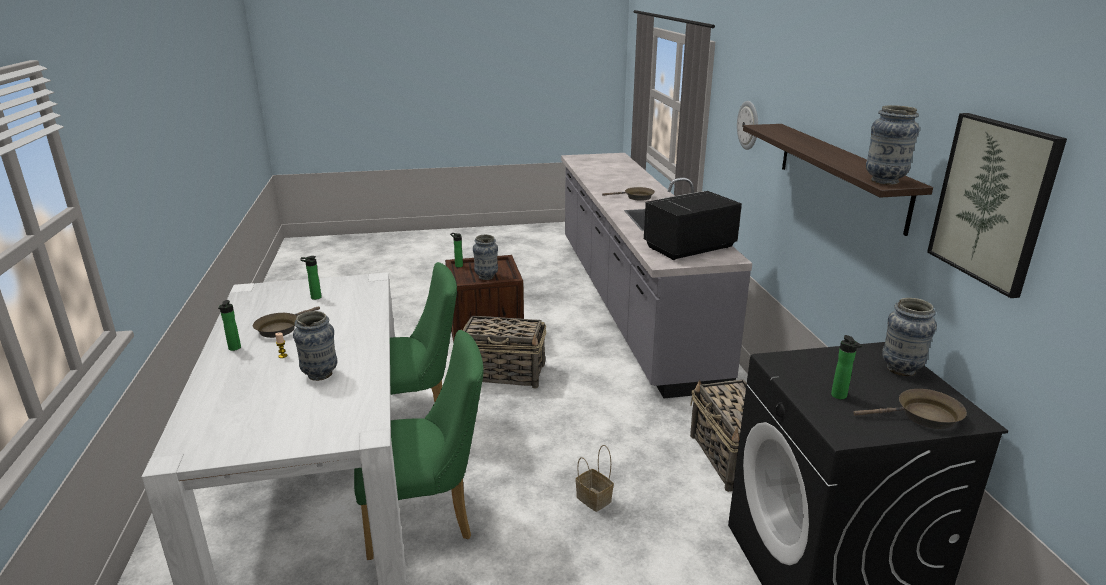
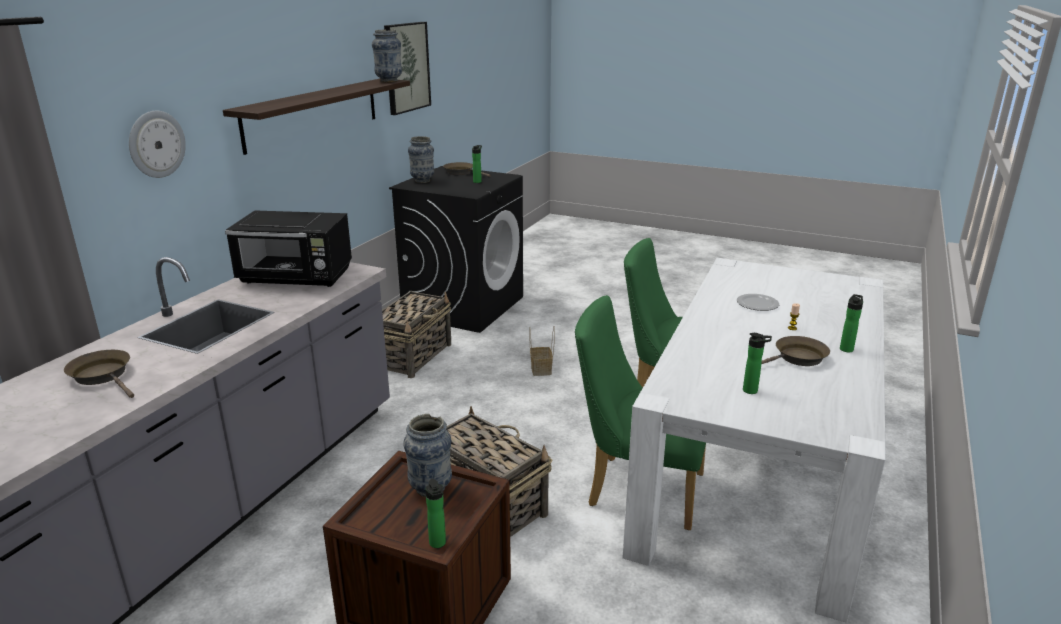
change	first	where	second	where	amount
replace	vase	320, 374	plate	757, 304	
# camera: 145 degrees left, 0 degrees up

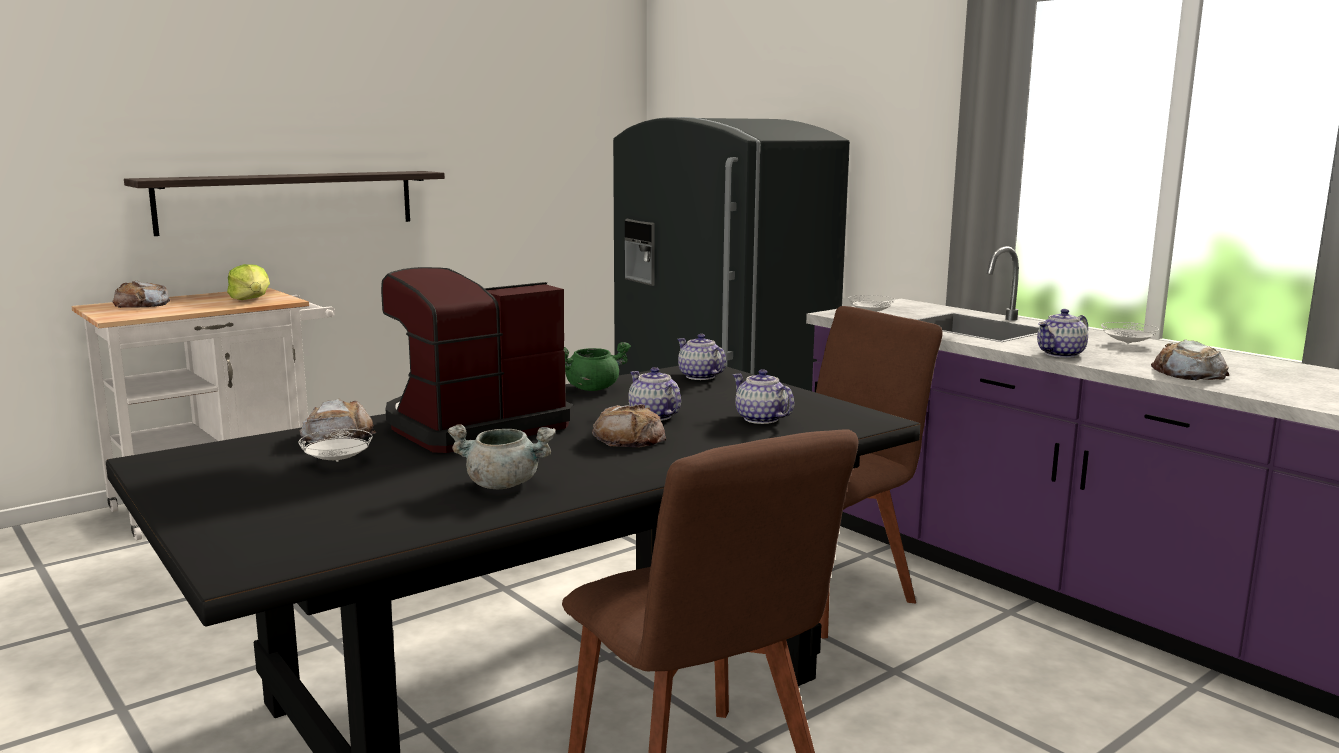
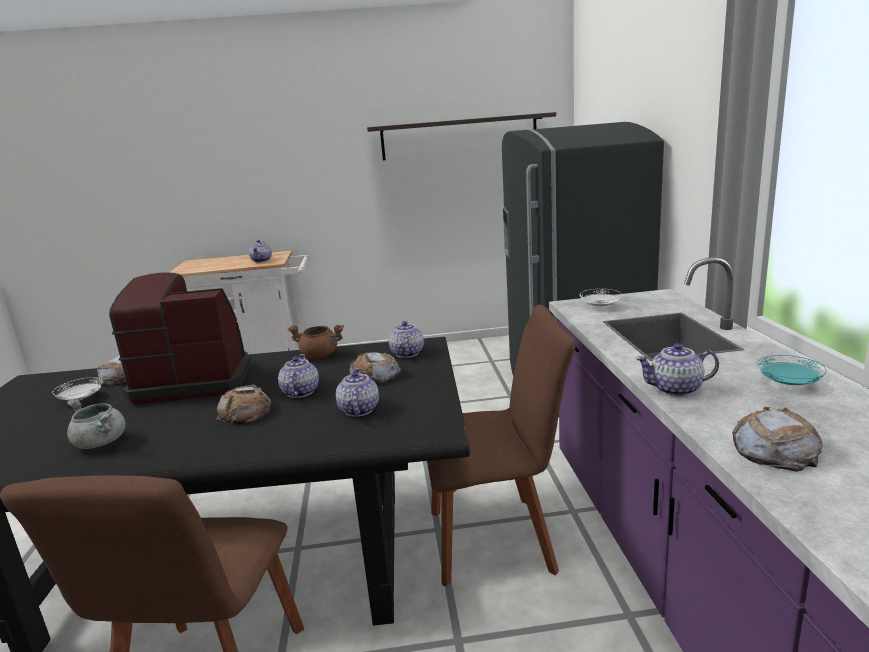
change	first	where	second	where	amount
move	bread	142, 304		375, 375	
move	shelf	289, 201		459, 137	
replace	lettuce	251, 299	teapot	262, 260	
recolor	green cooking pot	592, 388	brown cooking pot	320, 355	
recolor	white plate	1127, 344	turquoise plate	789, 384	
# camera: 35 degrees right, 5 degrees up

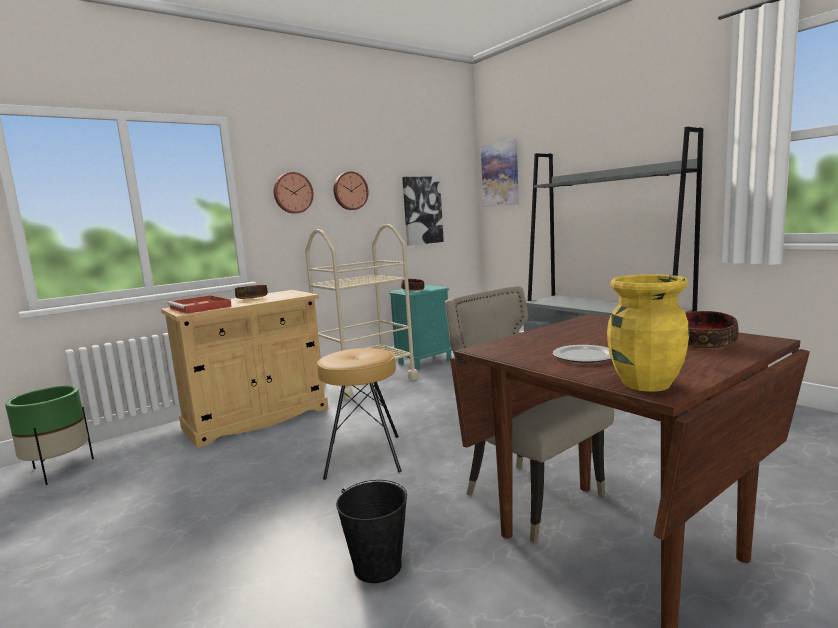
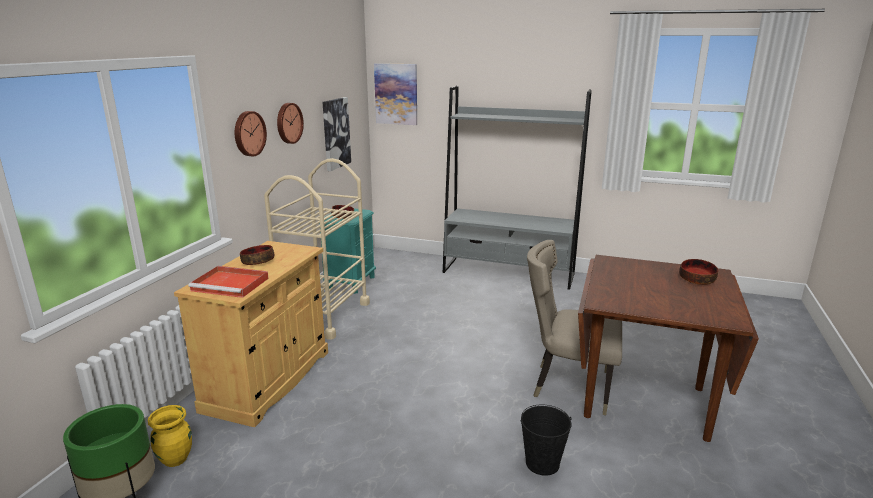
change	first	where	second	where	amount
delete	brown stool	364, 456			
delete	plate	583, 356			
move	yellow vase	646, 384		175, 459	
# camera: 35 degrees left, 10 degrees up

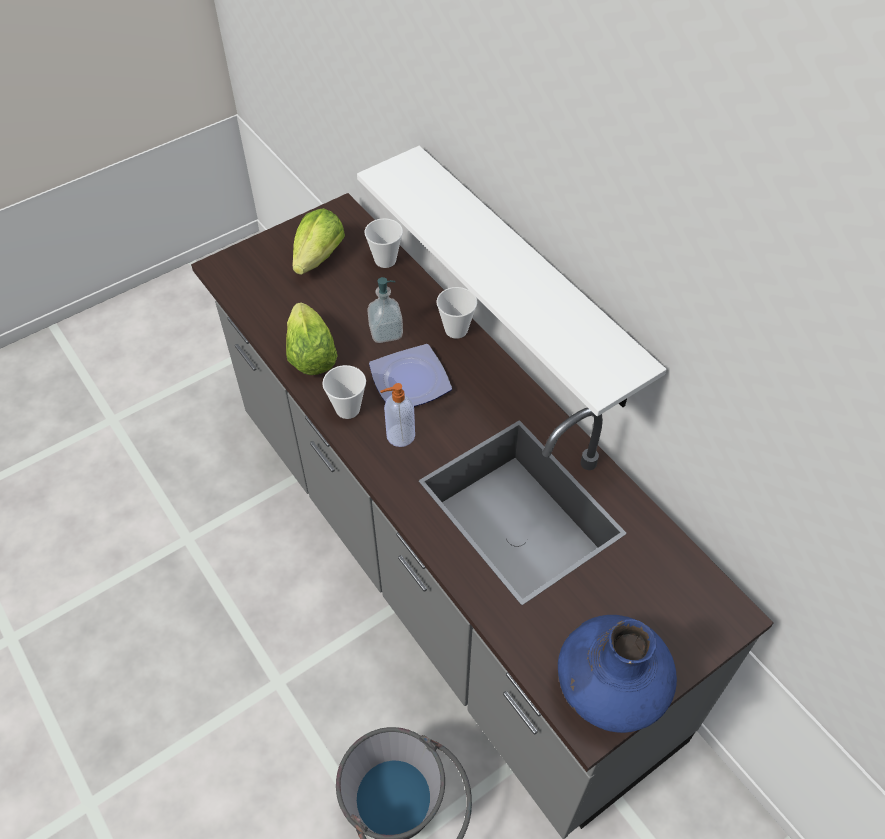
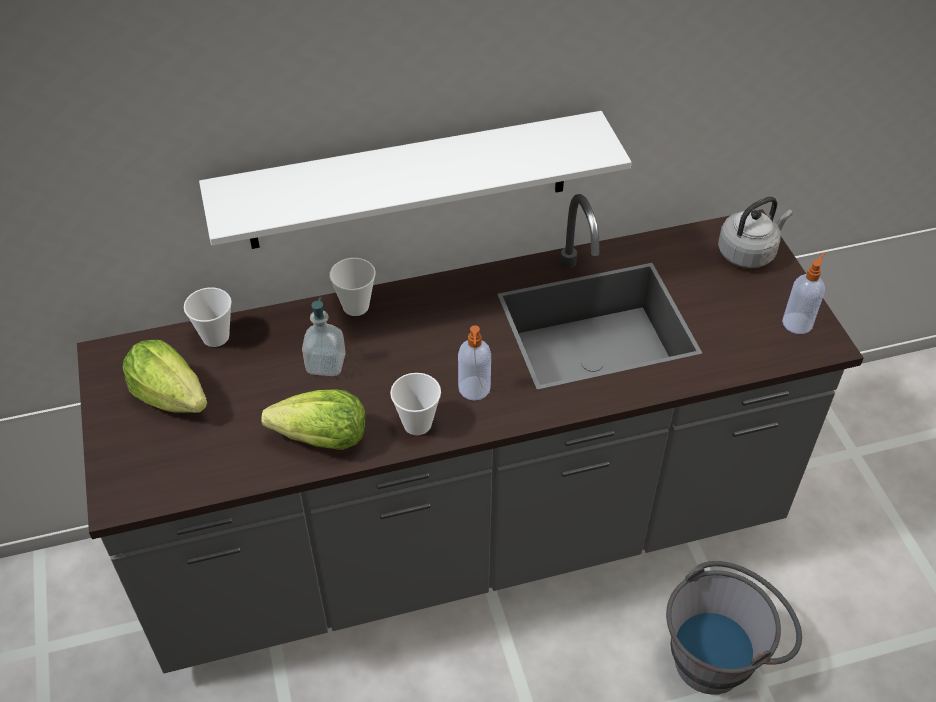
change	first	where	second	where	amount
delete	plate	408, 380			
insert			grey kettle	748, 253	
replace	blue vase	608, 689	soap dispenser	797, 322	
# camera: 70 degrees left, 5 degrees down

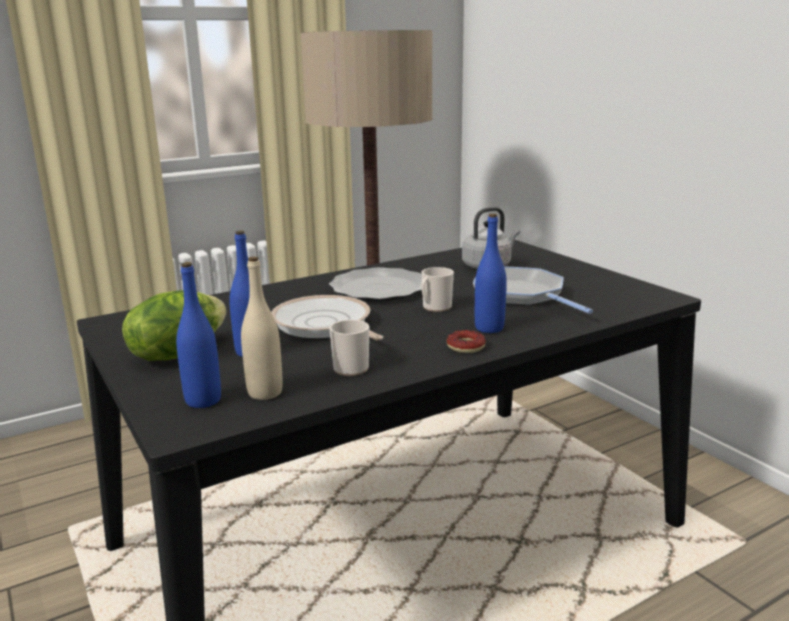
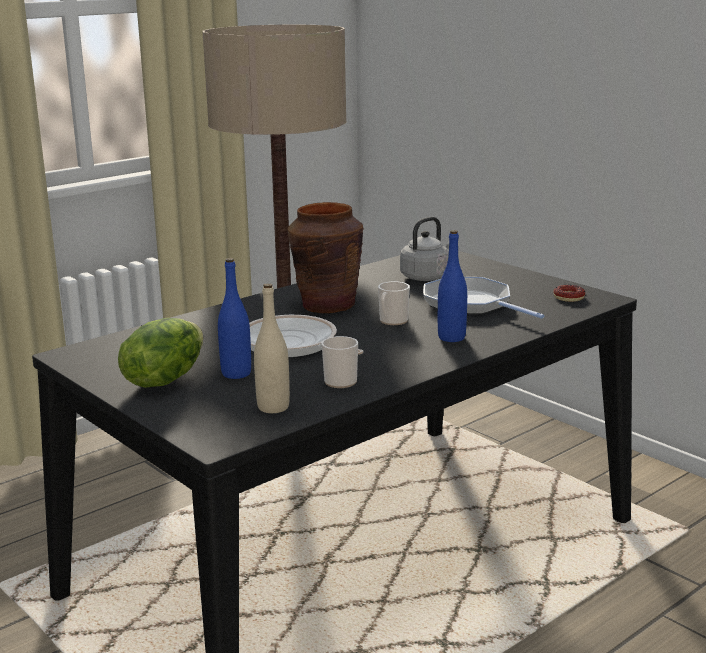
change	first	where	second	where	amount
delete	blue bottle	203, 400			
move	donut	466, 346		569, 297	
replace	plate	379, 289	brown vase	327, 306	
# camera: 10 degrees left, 0 degrees up

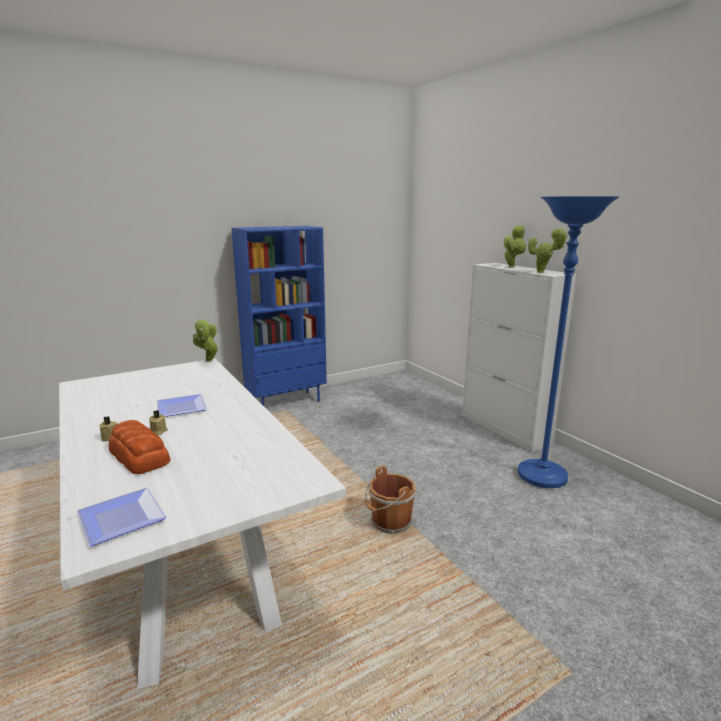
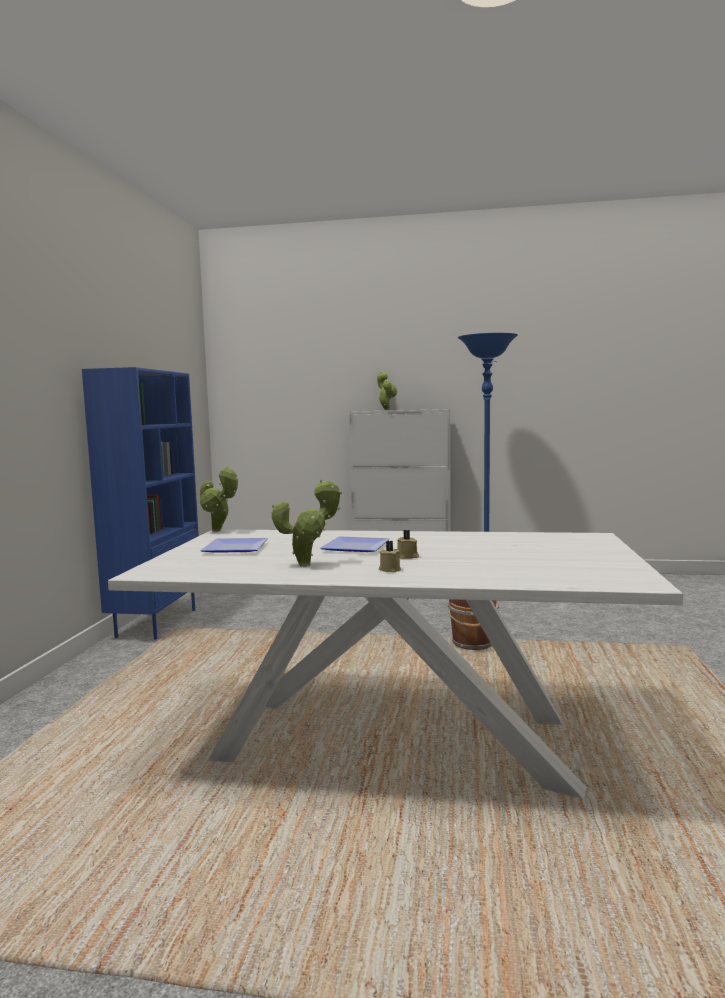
change	first	where	second	where	amount
delete	bread	139, 456			
move	plate	123, 516		234, 548	
move	potted plant	542, 272		309, 564	
# camera: 50 degrees left, 10 degrees down

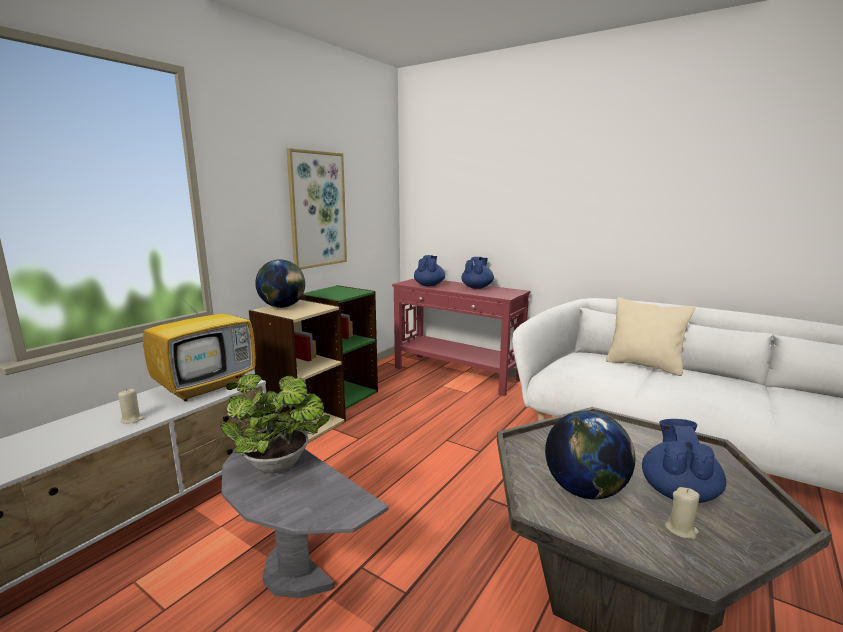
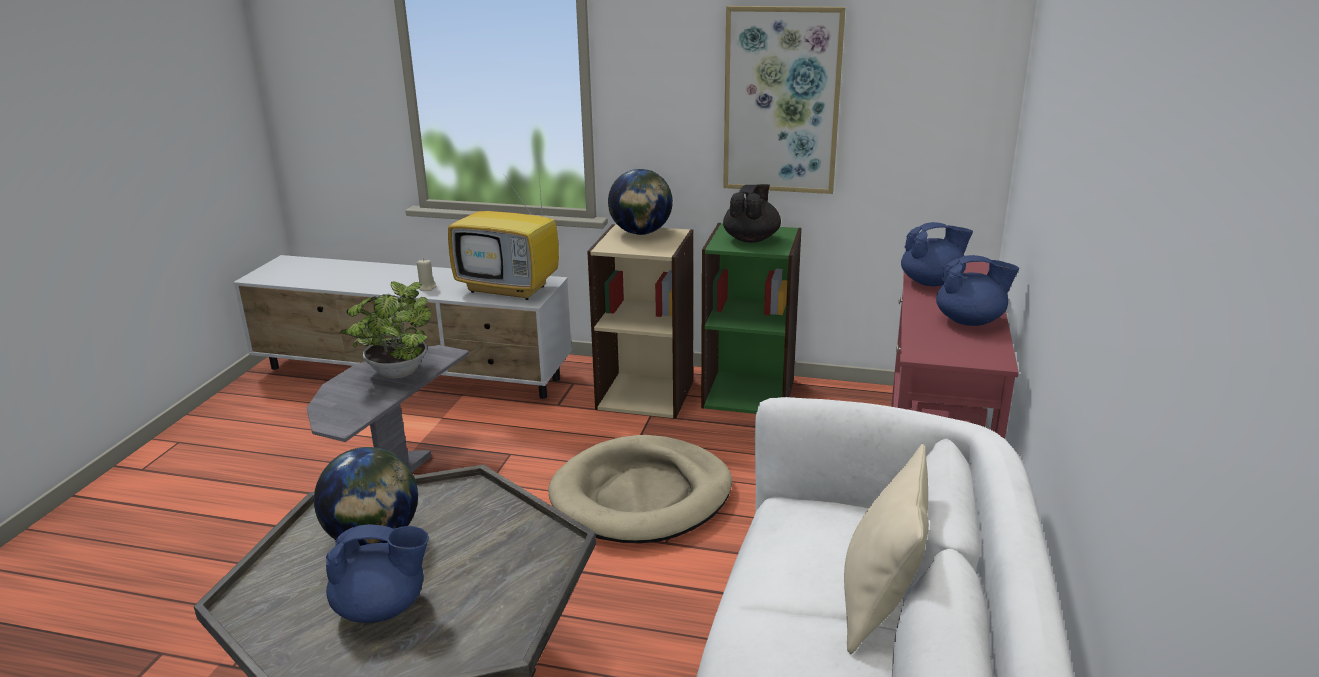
change	first	where	second	where	amount
delete	beige candle	681, 530			
insert			beige dog bed	642, 496	
insert			black teapot	751, 239	
# camera: 70 degrees right, 10 degrees up

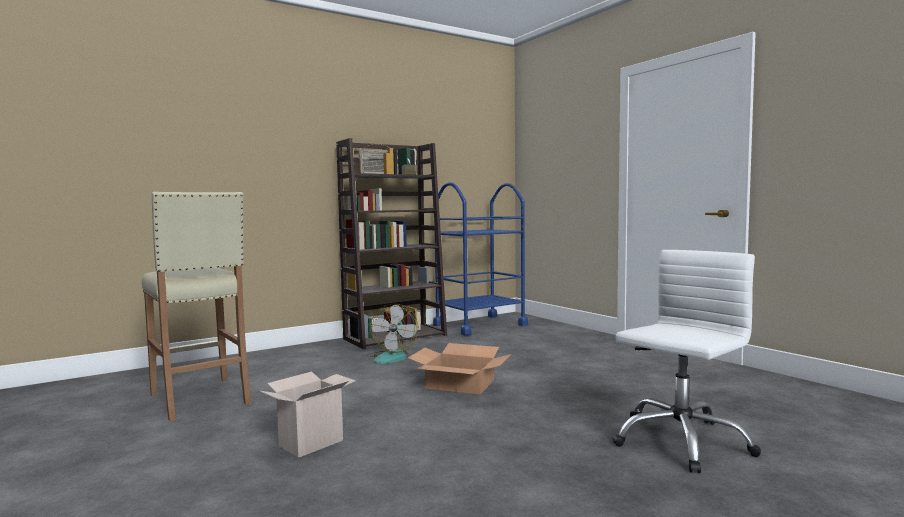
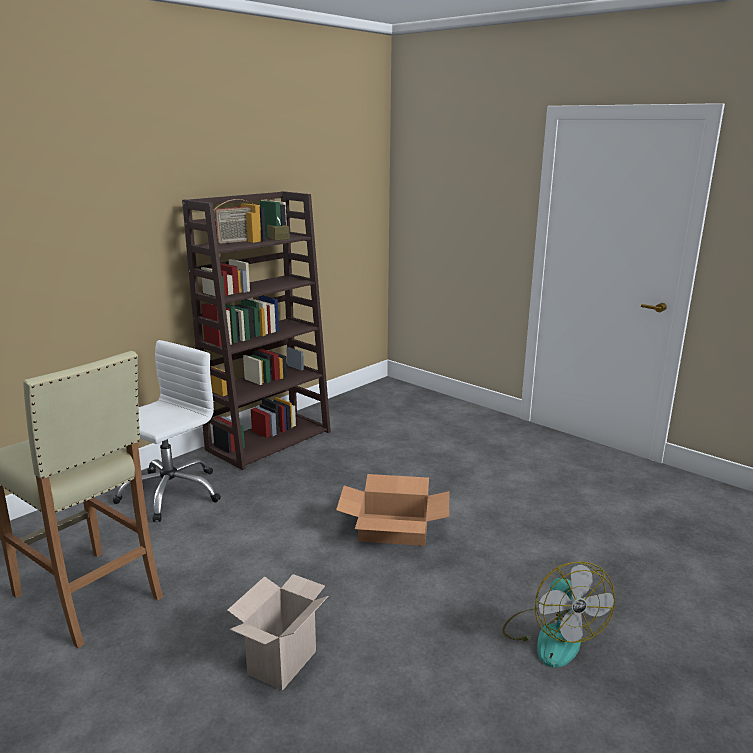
change	first	where	second	where	amount
delete	blue cart	480, 325			
move	fan	391, 357		551, 636	
move	white office chair	680, 441		170, 493	
# camera: 15 degrees left, 15 degrees up

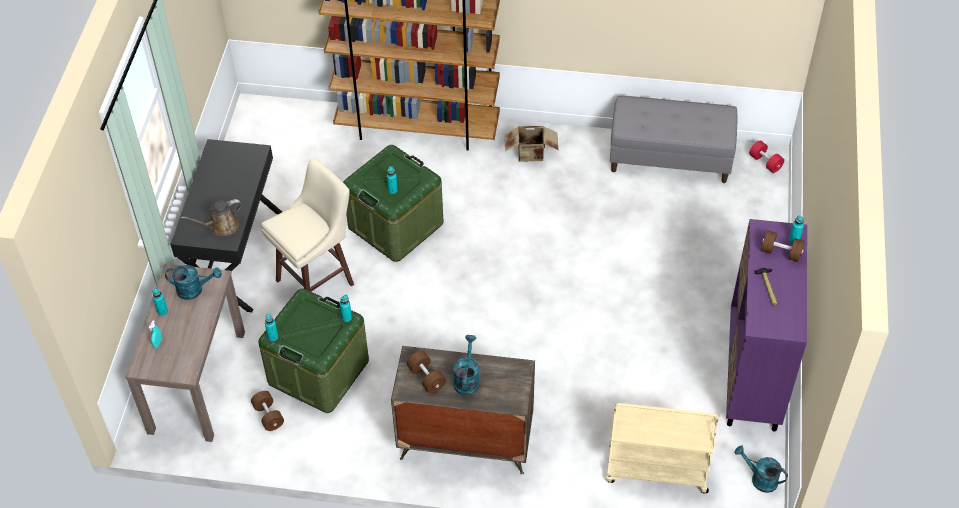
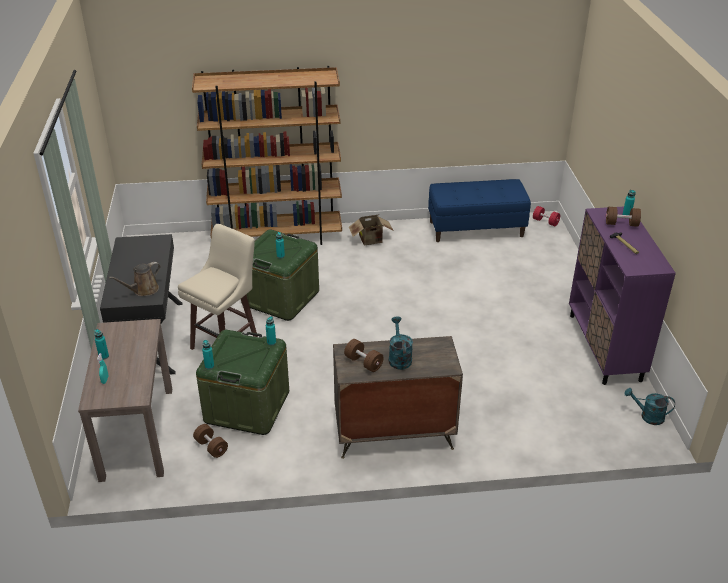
change	first	where	second	where	amount
delete	turquoise watering can	194, 289			
delete	beige cart	656, 470			
recolor	grey bench	670, 158	blue bench	476, 229	
# camera: 15 degrees left, 15 degrees down

